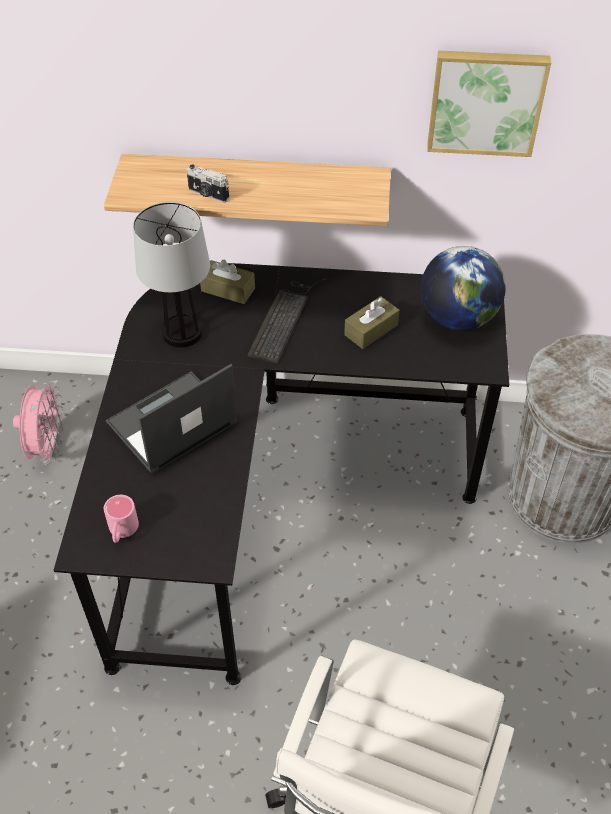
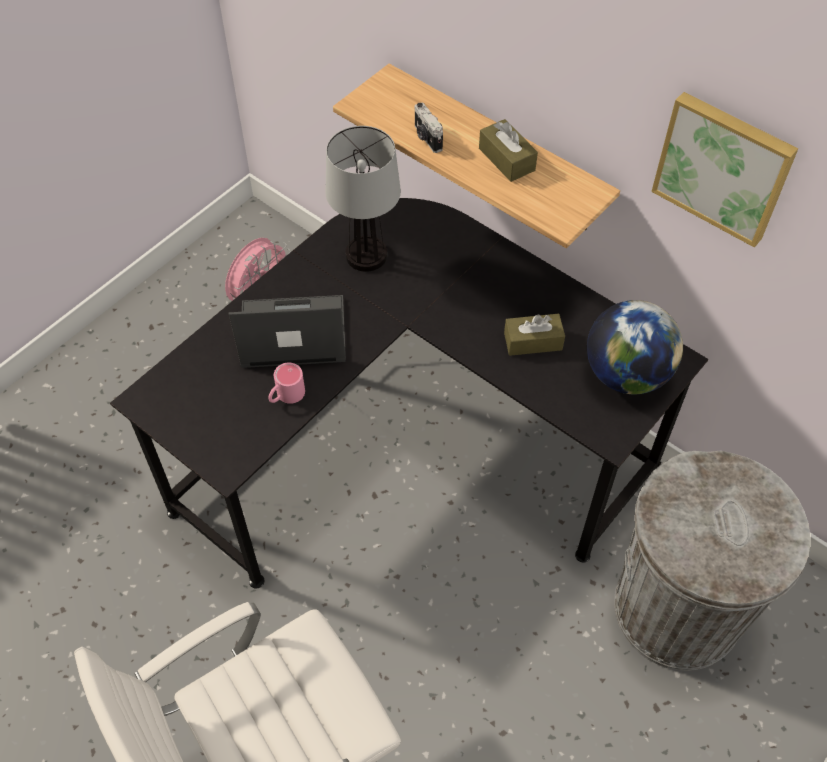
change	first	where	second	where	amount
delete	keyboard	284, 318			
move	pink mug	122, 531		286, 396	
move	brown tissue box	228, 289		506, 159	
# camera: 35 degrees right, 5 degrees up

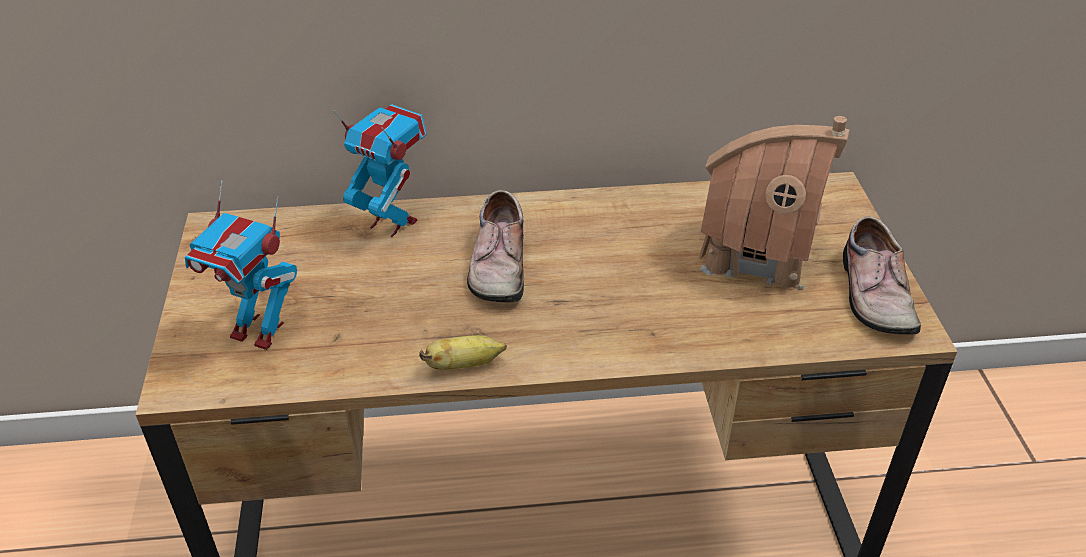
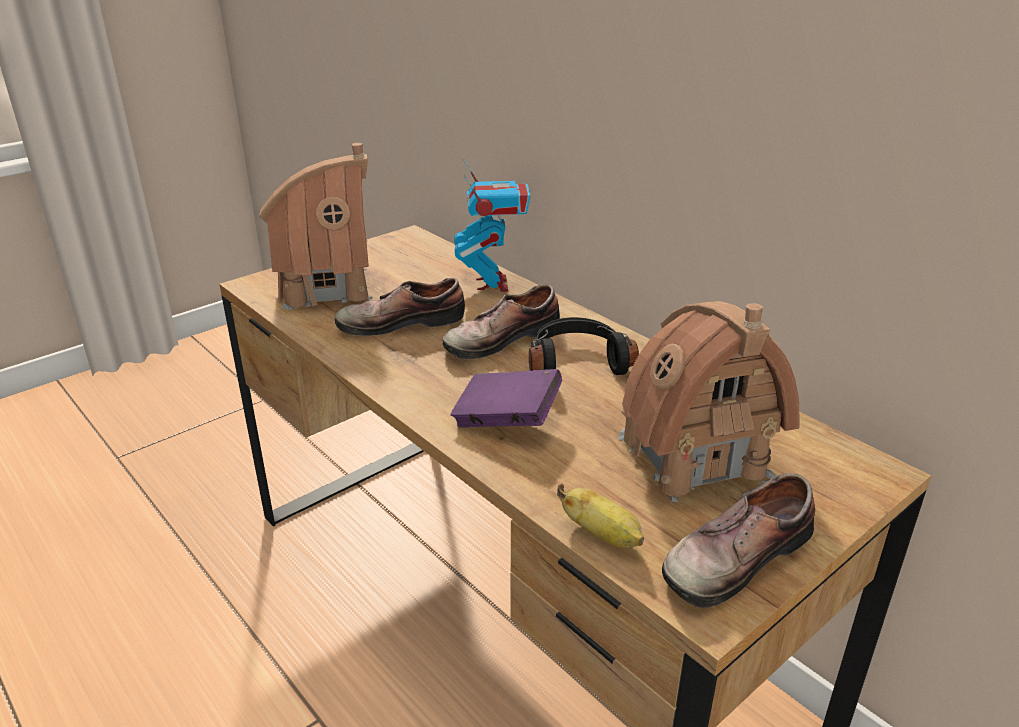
change	first	where	second	where	amount
insert			shoe	400, 321	
insert			purple book	507, 420	
insert			black headphones	576, 362	
move	banana	464, 365		602, 535	
replace	toy robot	259, 332	toy house	327, 287	
# camera: 55 degrees right, 10 degrees down

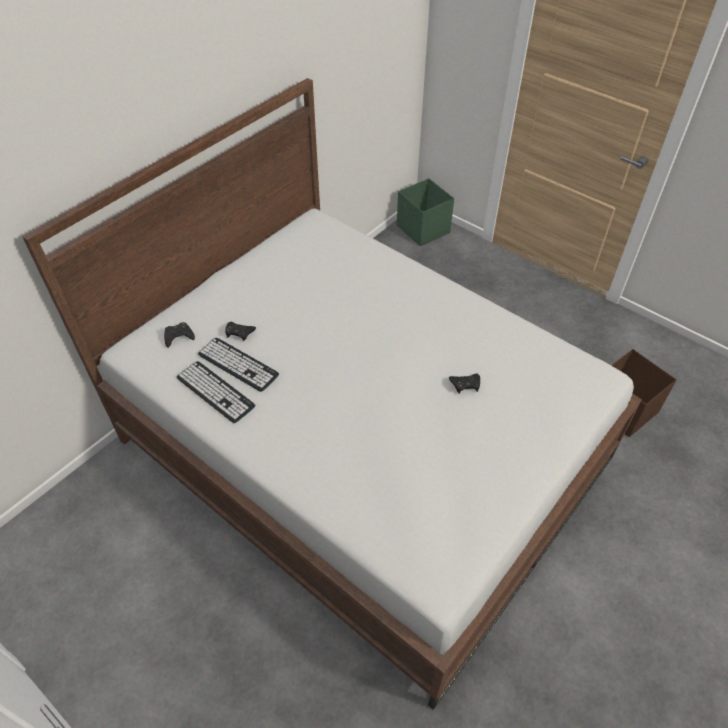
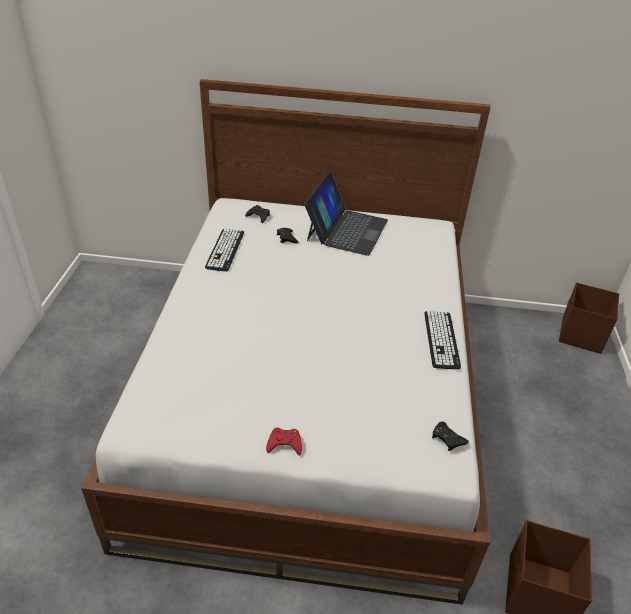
change	first	where	second	where	amount
insert			red game controller	284, 444	
insert			laptop	346, 230	
move	keyboard	238, 364		441, 339	
move	black game controller	465, 384		447, 438	
recolor	green storage box	423, 230	brown storage box	580, 335	
# camera: 55 degrees right, 10 degrees down

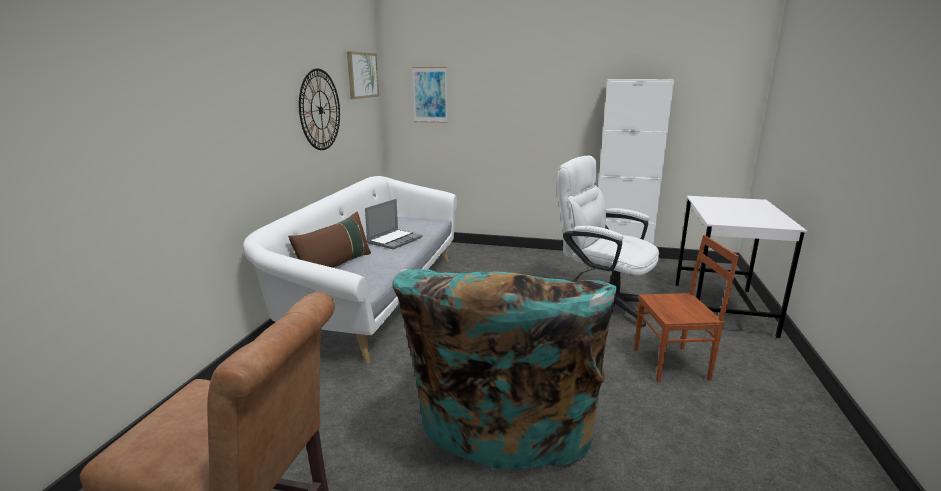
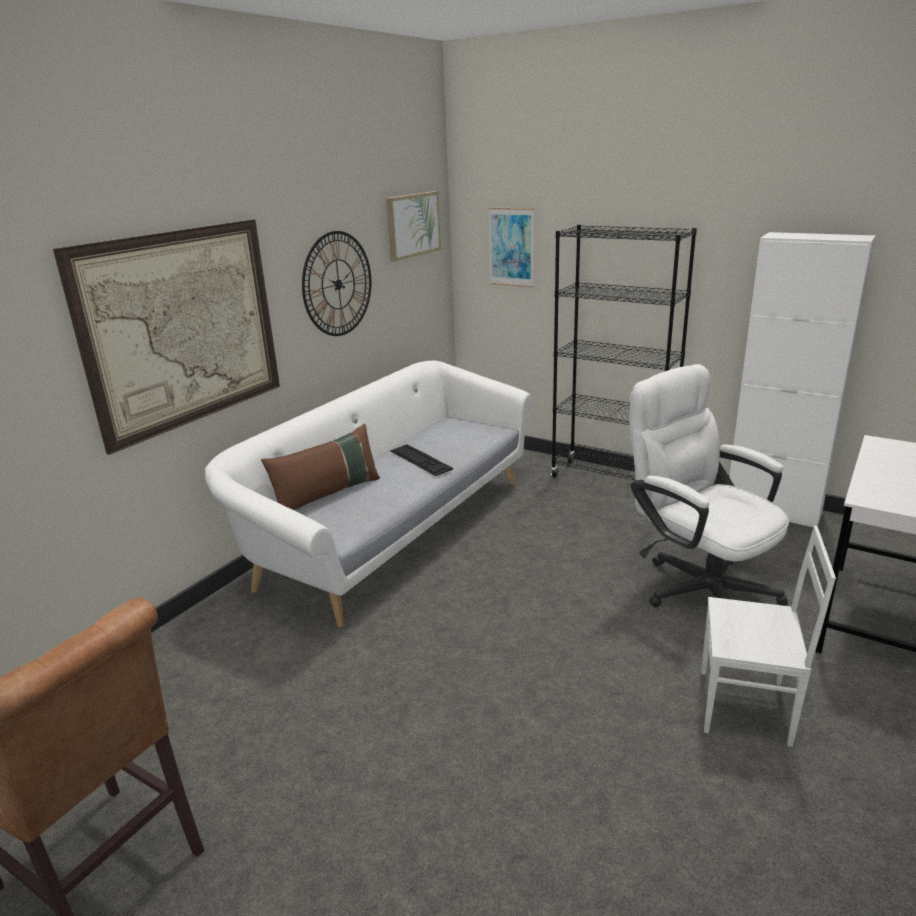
change	first	where	second	where	amount
delete	turquoise armchair	505, 427			
insert			picture	183, 329	
insert			black bookcase	611, 480	
replace	laptop	394, 240	keyboard	420, 460	
recolor	brown chair	672, 364	white chair	746, 708	
# camera: 20 degrees right, 5 degrees up

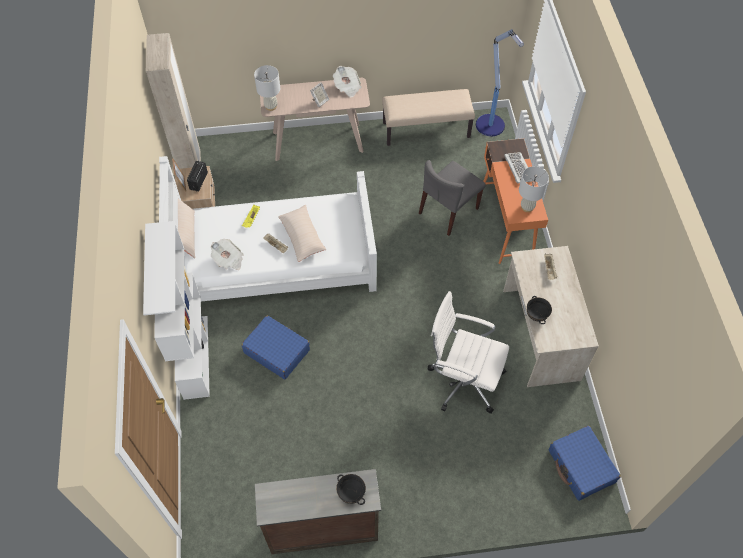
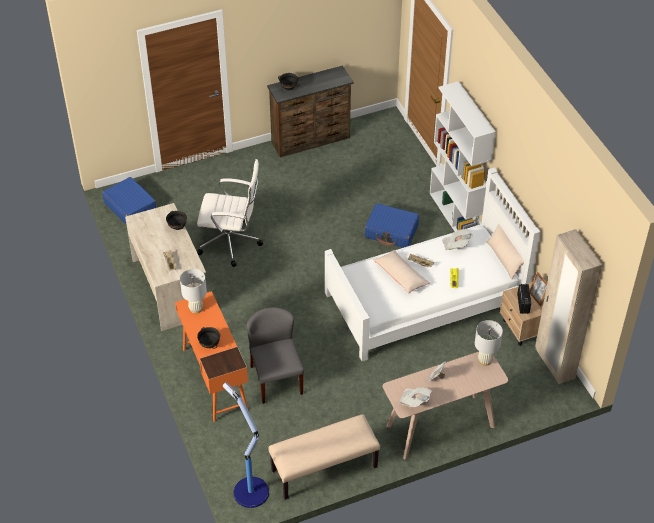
change	first	where	second	where	amount
replace	keyboard	518, 169	black bowl	210, 344	
rotate	grey chair	448, 211		276, 379	45 degrees counterclockwise
# camera: 165 degrees right, 10 degrees down

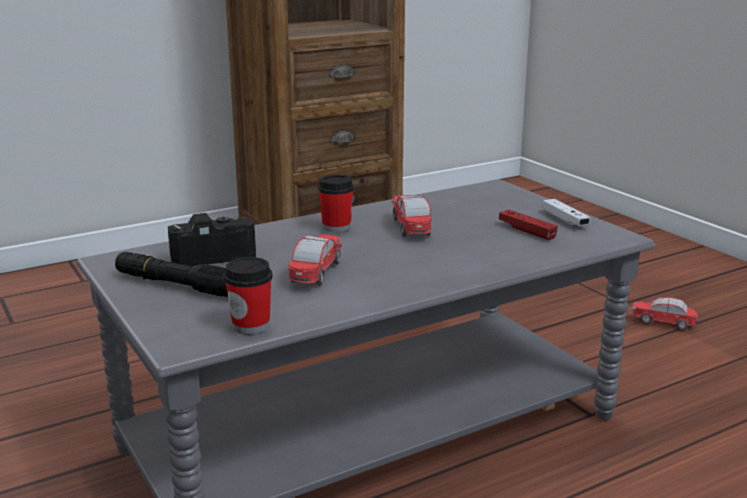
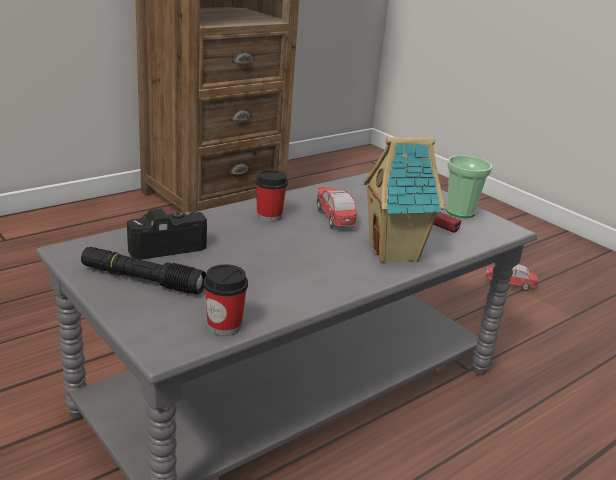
change	first	where	second	where	amount
delete	toy car	315, 274			
insert			toy house	395, 253	
replace	white game controller	565, 220	cup	460, 212	
# camera: 10 degrees left, 5 degrees up

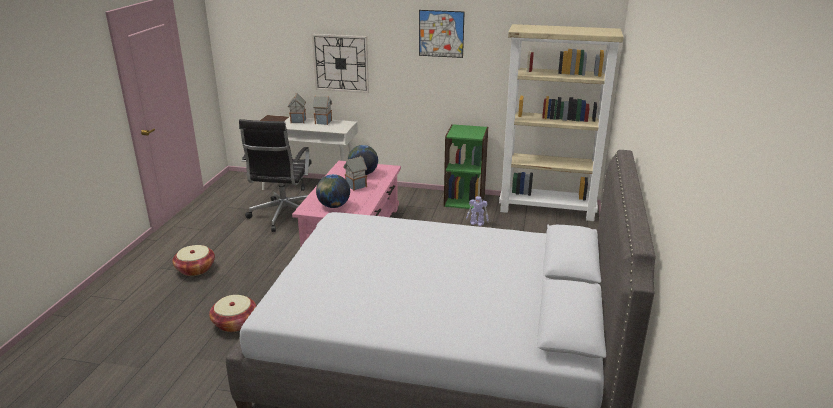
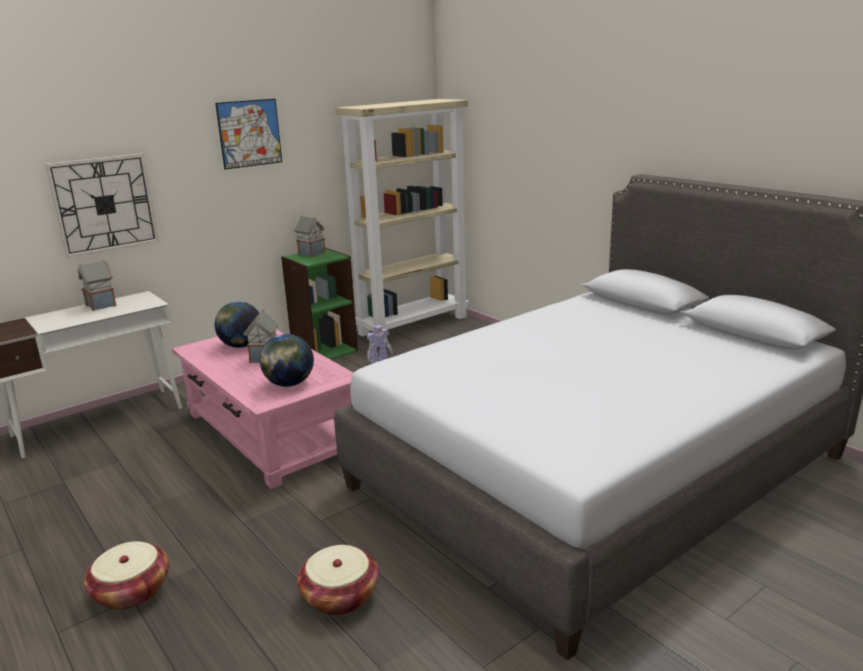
change	first	where	second	where	amount
delete	black office chair	283, 216			
move	toy house	298, 121		311, 253	
# camera: 50 degrees left, 5 degrees down

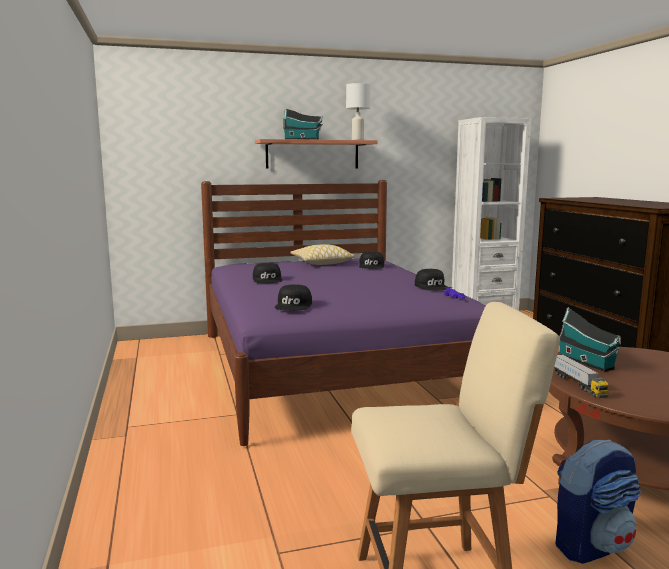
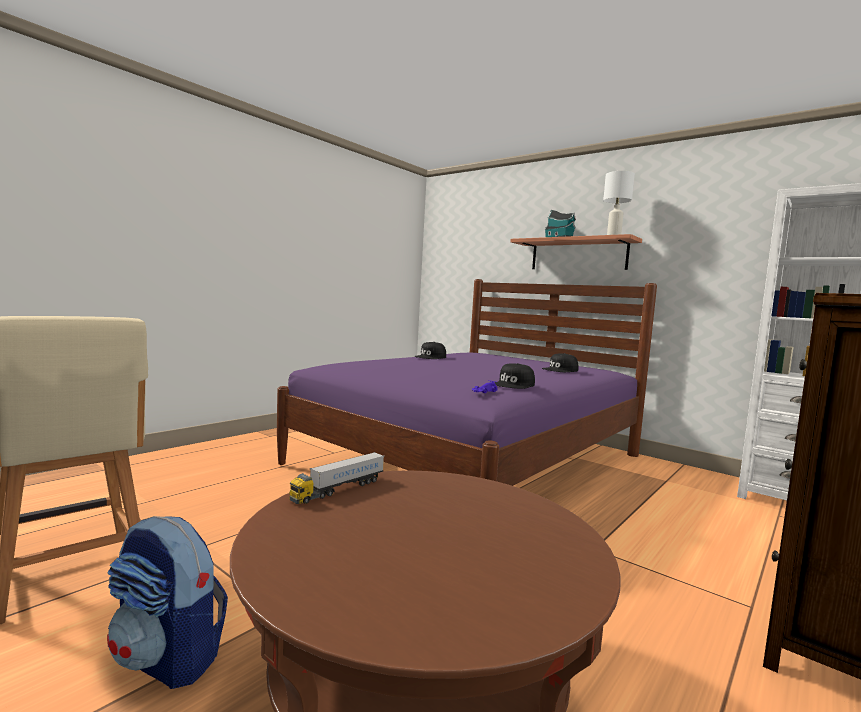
change	first	where	second	where	amount
delete	black cap	294, 305			
delete	pillow	321, 263			
delete	toy house	587, 363			
# camera: 55 degrees right, 5 degrees down

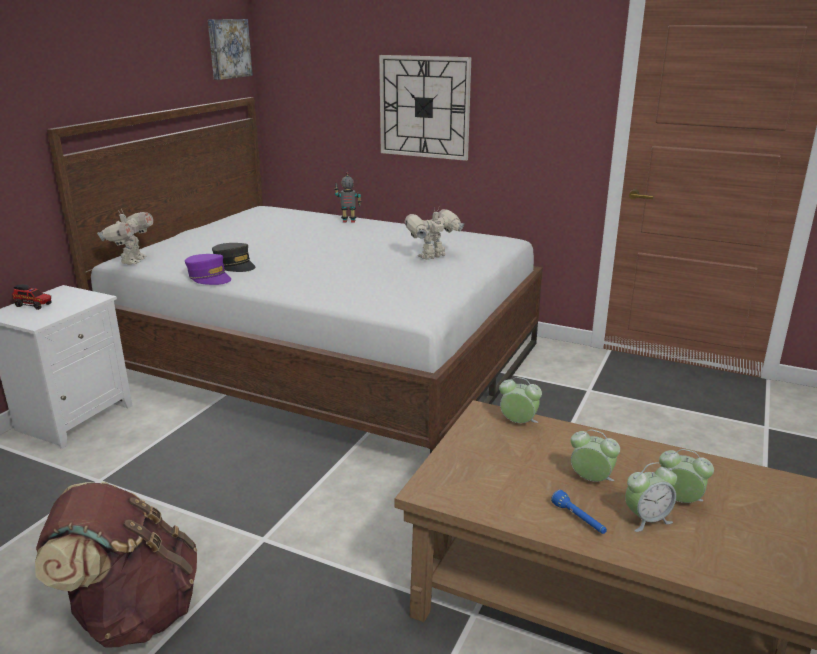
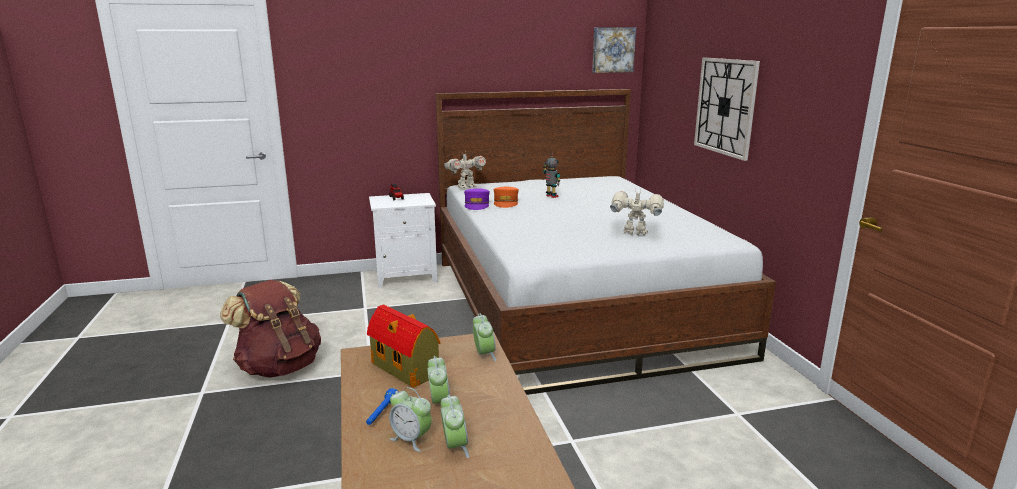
change	first	where	second	where	amount
insert			toy house	406, 370	
move	toy robot	349, 221		551, 196	
recolor	grey cap	235, 265	orange cap	506, 203	
# camera: 50 degrees right, 5 degrees down

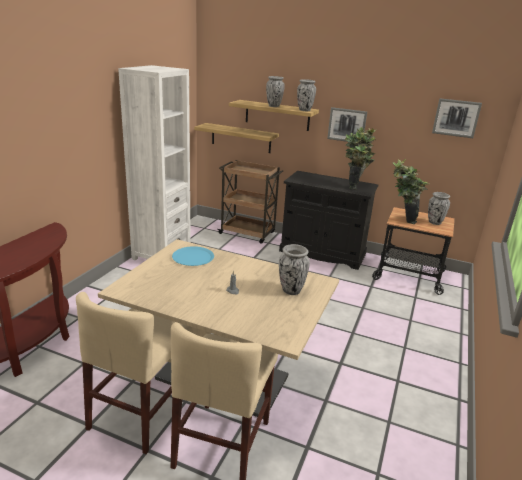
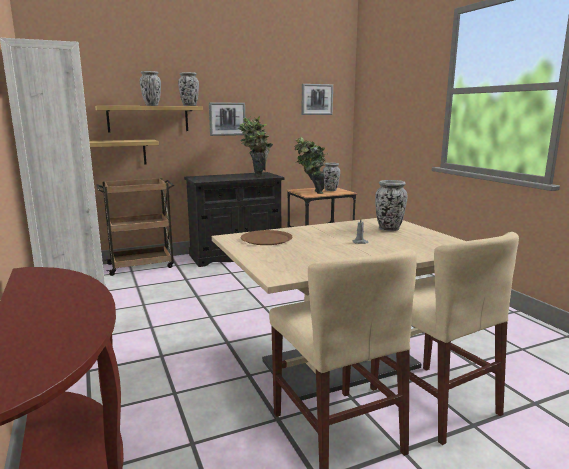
change	first	where	second	where	amount
recolor	blue plate	193, 257	brown plate	266, 239	
# camera: 45 degrees left, 10 degrees down

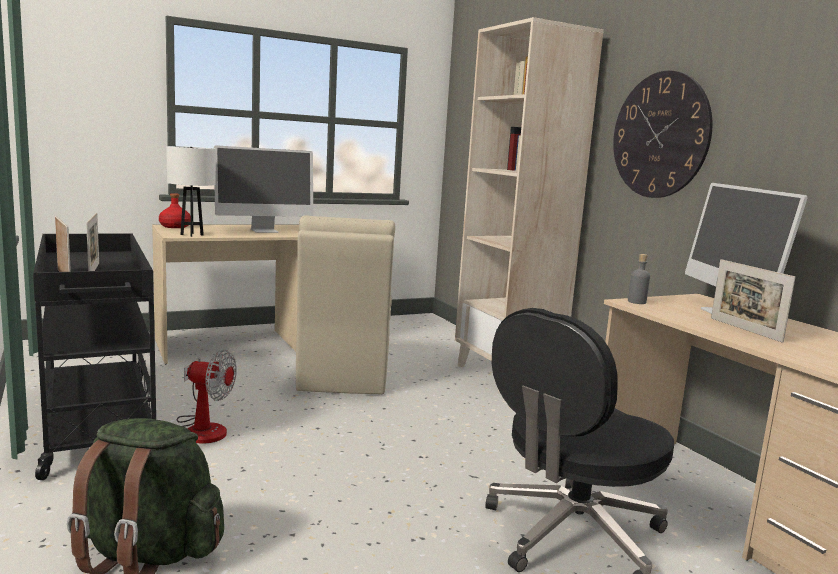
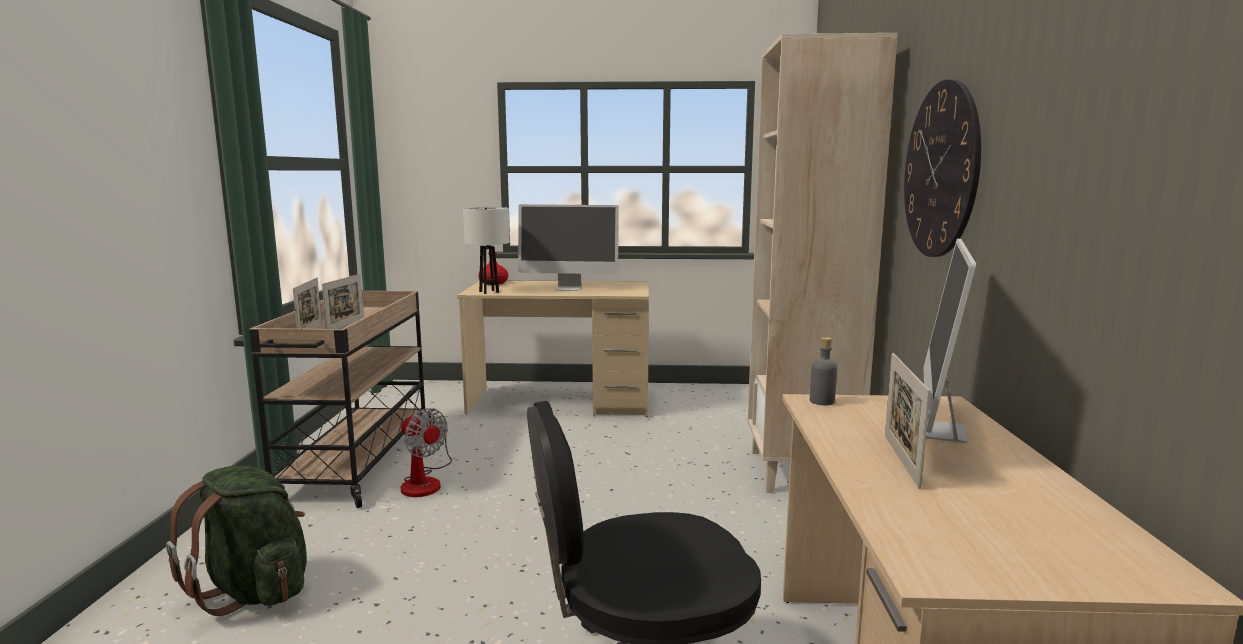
change	first	where	second	where	amount
delete	beige chair	342, 375			
recolor	black cart	98, 421	beige cart	356, 461	
# camera: 30 degrees right, 0 degrees up

